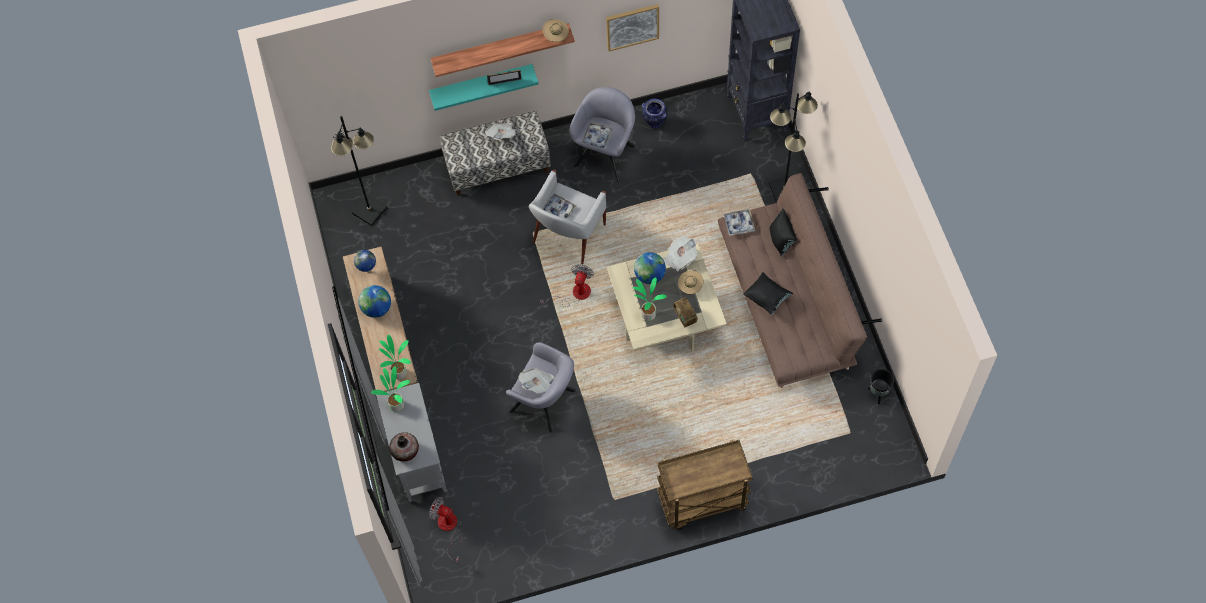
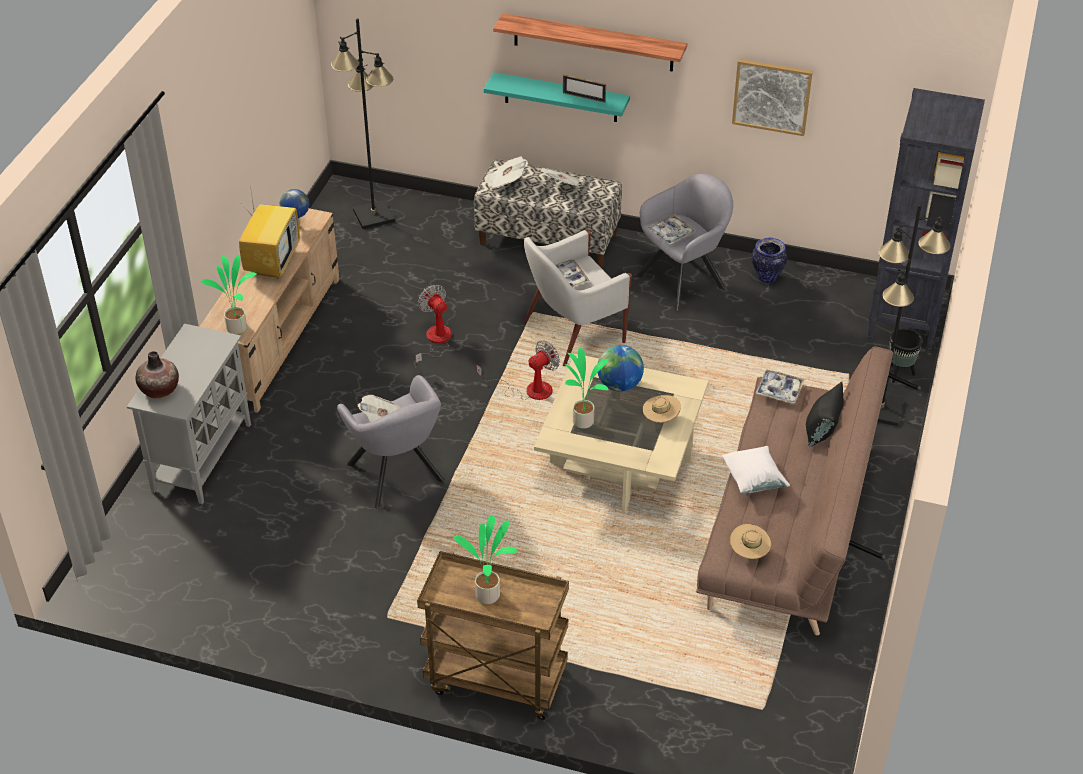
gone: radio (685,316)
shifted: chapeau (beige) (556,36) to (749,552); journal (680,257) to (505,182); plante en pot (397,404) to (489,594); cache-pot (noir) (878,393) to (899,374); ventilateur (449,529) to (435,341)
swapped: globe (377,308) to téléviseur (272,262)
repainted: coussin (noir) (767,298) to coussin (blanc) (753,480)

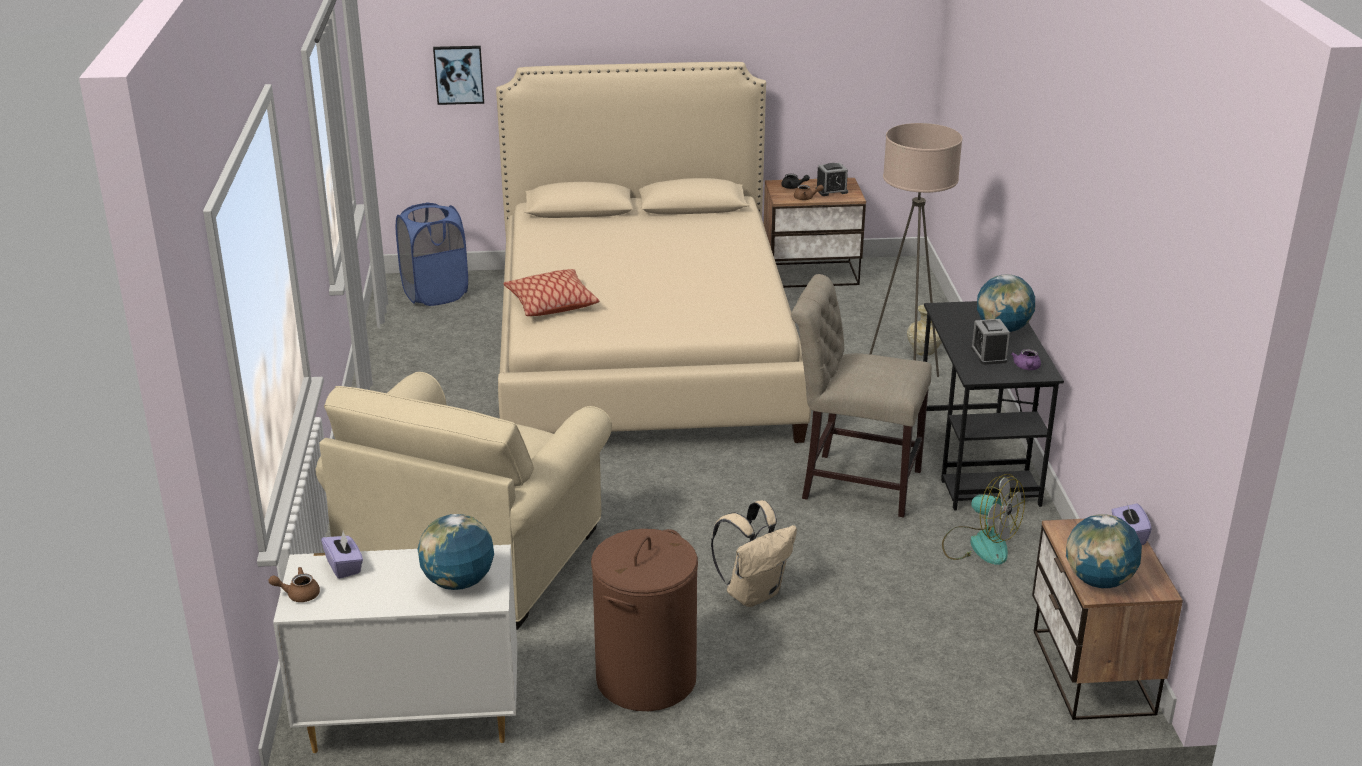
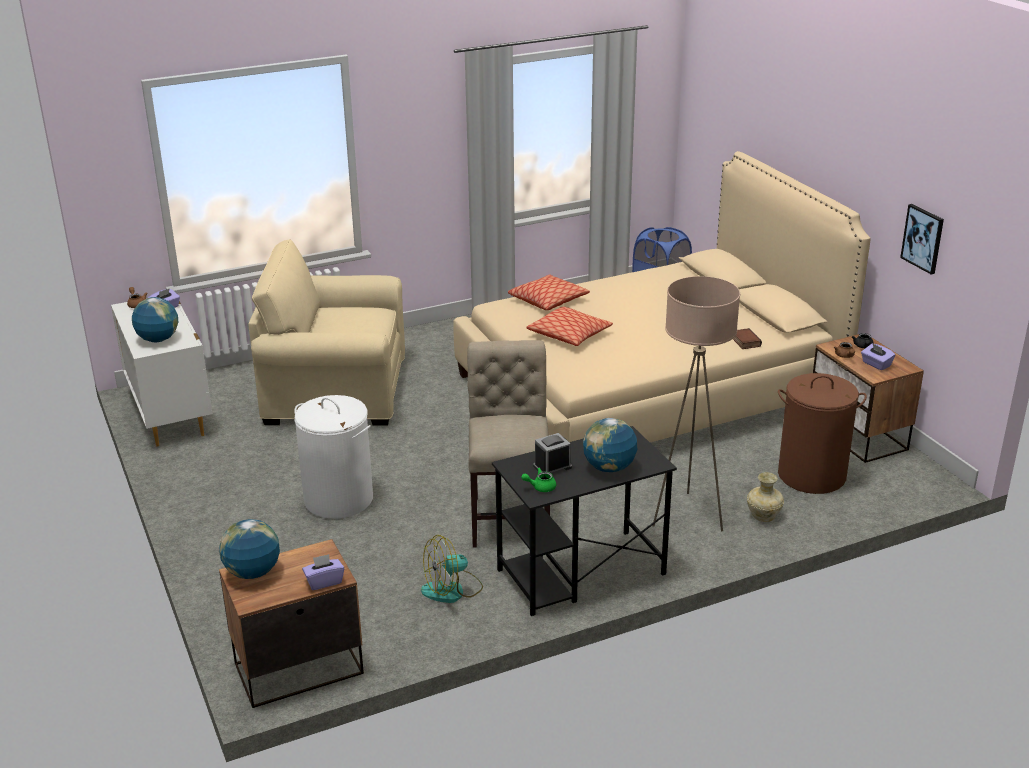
new: coussin (569,335); livre (744,341)
shifted: tableau (459,74) to (923,238); panier à linge (marron) (646,678) to (811,475)
swapped: réveil (831,191) to boîte à mouchoirs (violet) (876,364); sac à dos (beige) (753,593) to panier à linge (blanc) (339,499)
repainted: théière (violet) (1026,368) to théière (vert) (540,487)
rotated: ventilateur (979,545) = (452,590) 45 degrees clockwise

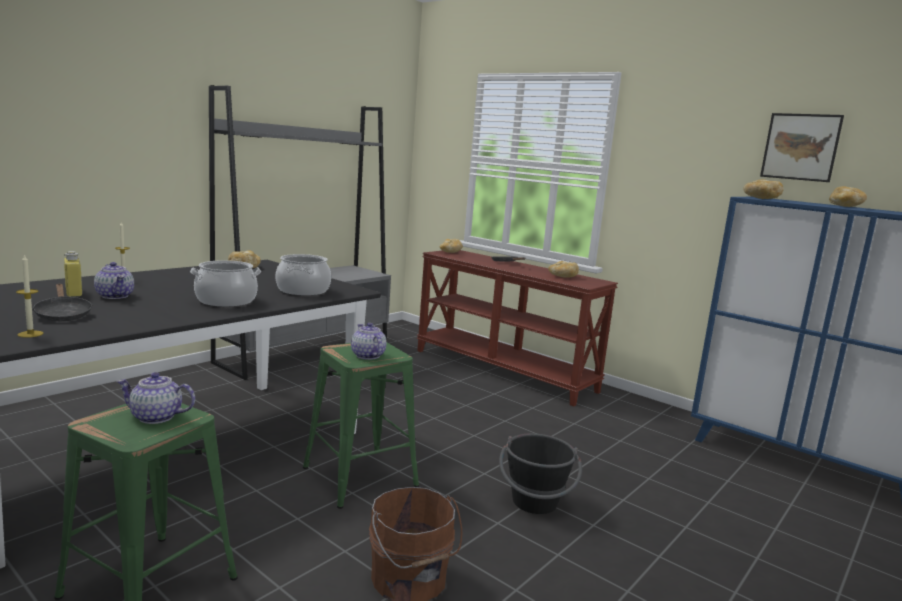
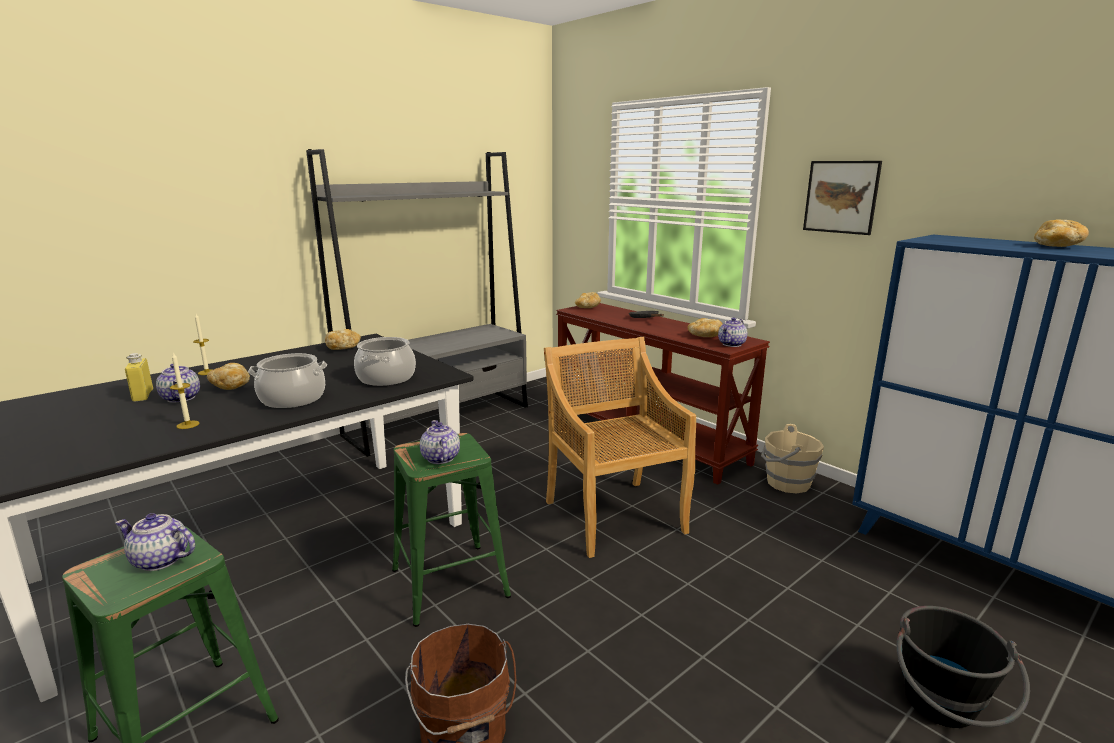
gone: poêle (noir) (63,314)
new: théière (732,344); chaise (beige) (613,515); seau (beige) (786,483)
shifted: tableau (800,147) to (841,197); pain (760,198) to (231,386); bougie (30,334) to (188,425); seau (noir) (534,507) to (943,713)

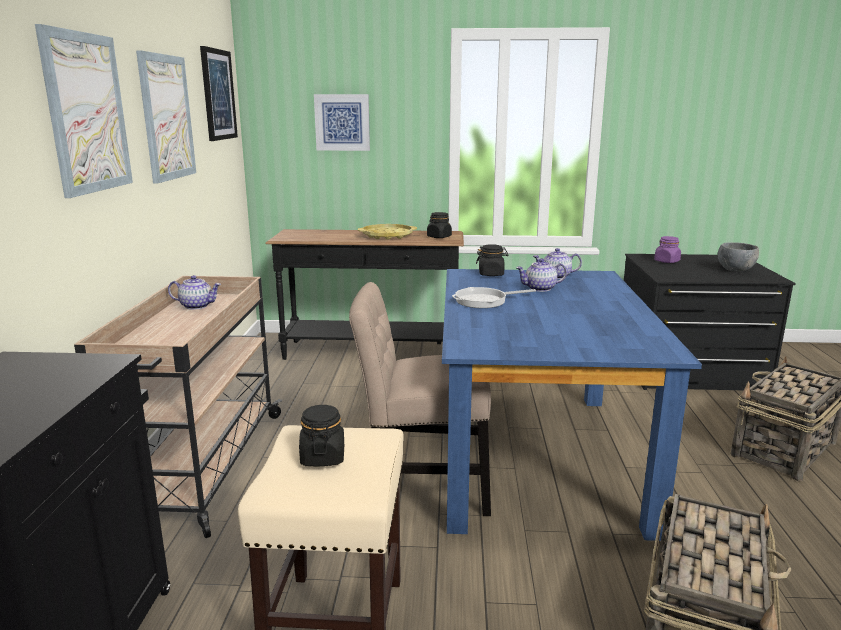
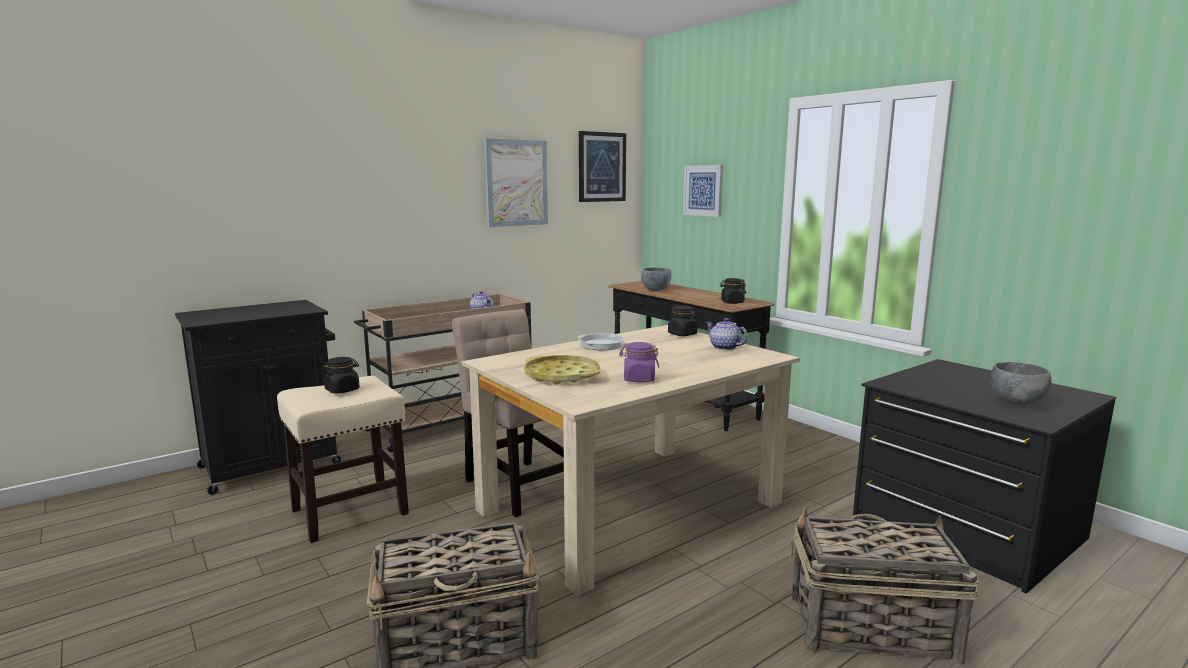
gone: tableau (87,113); théière (540,289)
new: bol (gris) (655,290)
shifted: plateau (jaune) (387,236) to (561,376); bocal (violet) (666,261) to (639,379)
repainted: table à manger (bleu) (538,455) to table à manger (beige) (630,507)

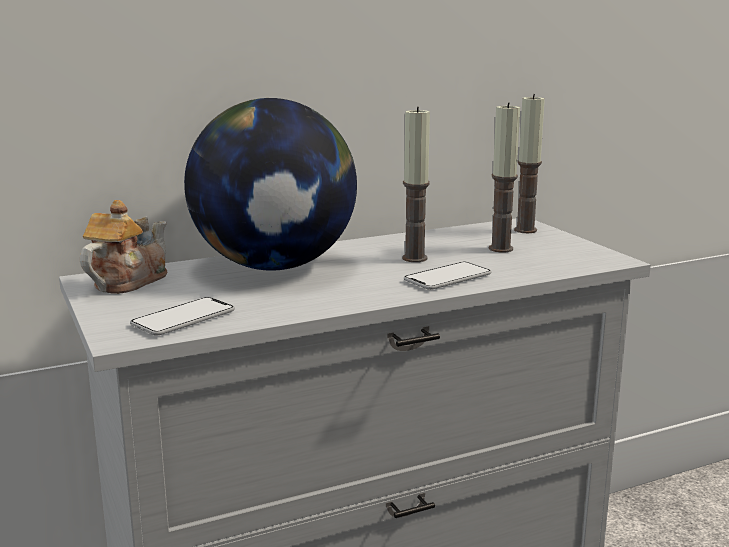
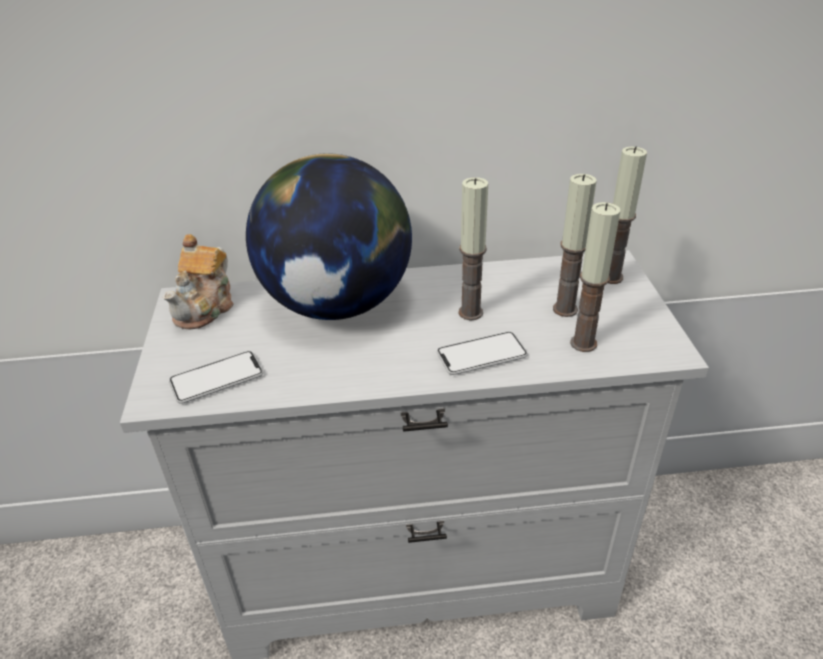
new: bougie (583,343)
rotated: théière (127,281) = (206,307) 150 degrees clockwise

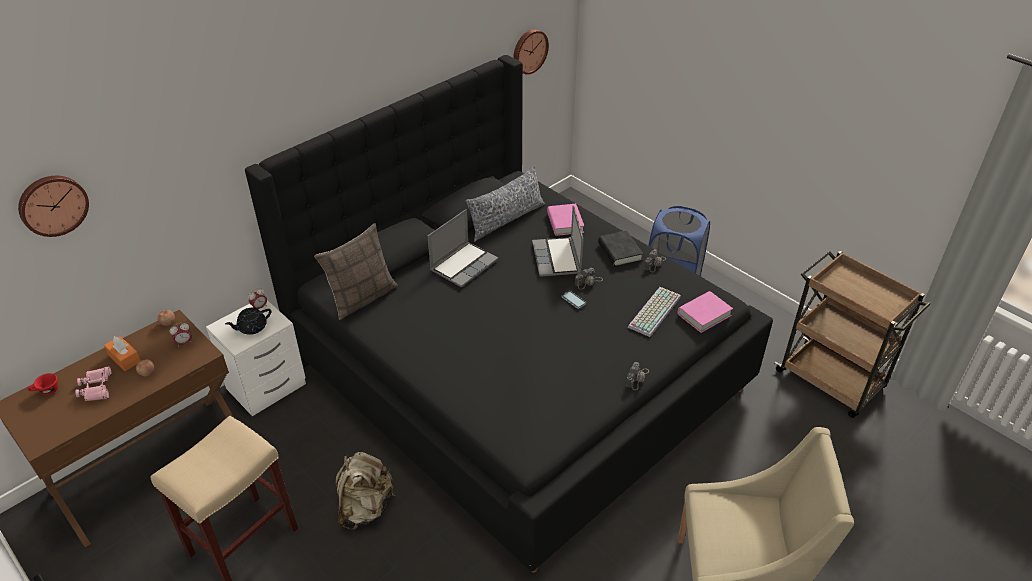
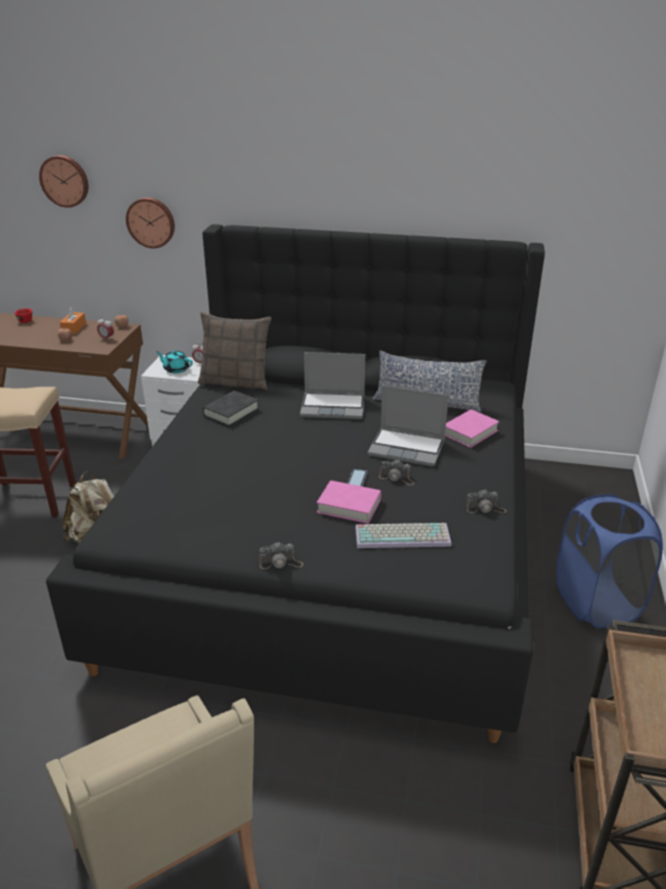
gone: jumelles (rose) (96,387)
shifted: horloge murale (529,51) to (151,222); livre (noir) (619,252) to (231,412); livre (rose) (704,315) to (349,506)
repainted: théière (noir) (252,327) to théière (turquoise) (176,369)
rotated: ordinateur portable (557,259) = (408,448) 120 degrees counterclockwise

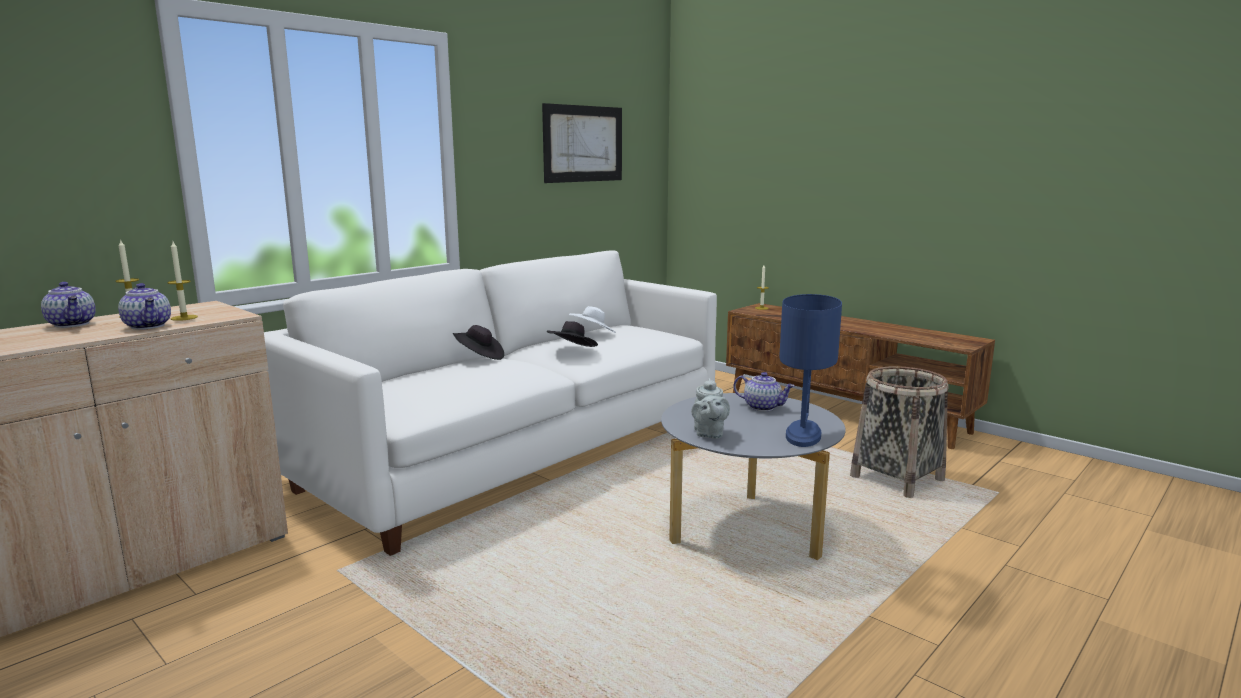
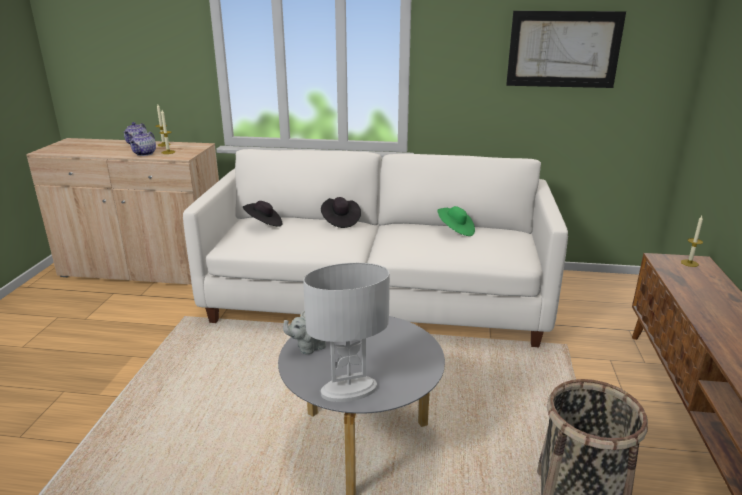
gone: théière (763,407)
shifted: chapeau (noir) (572,351) to (264,224)
repainted: lampe de table (bleu) (802,435) to lampe de table (blanc) (349,390); chapeau (blanc) (593,334) to chapeau (vert) (455,230)

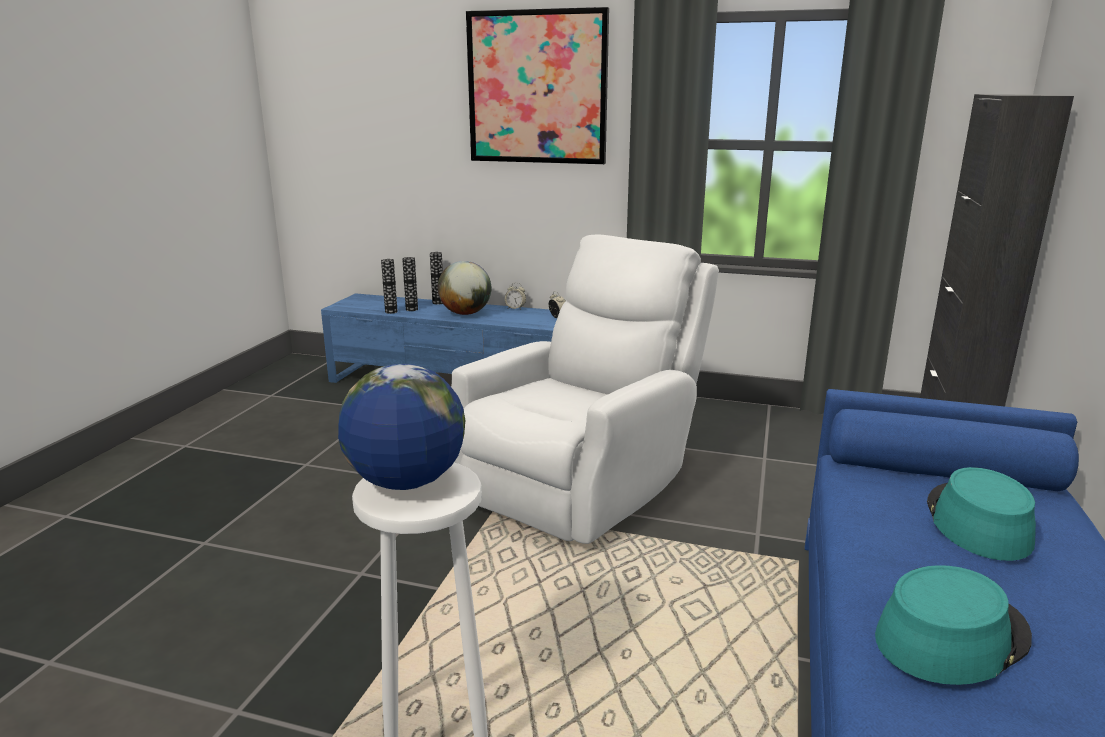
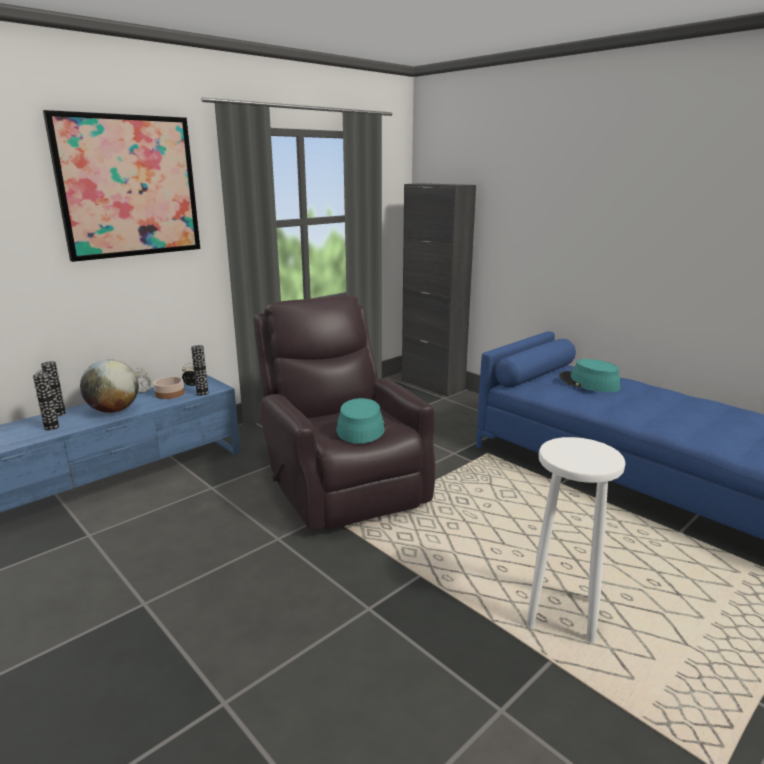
gone: globe (406,482)
new: bol (169,394)
shifted: vase (391,311) to (202,393); chapeau (turquoise) (950,637) to (360,427)
repainted: fauteuil (blanc) (583,480) to fauteuil (marron) (341,481)

